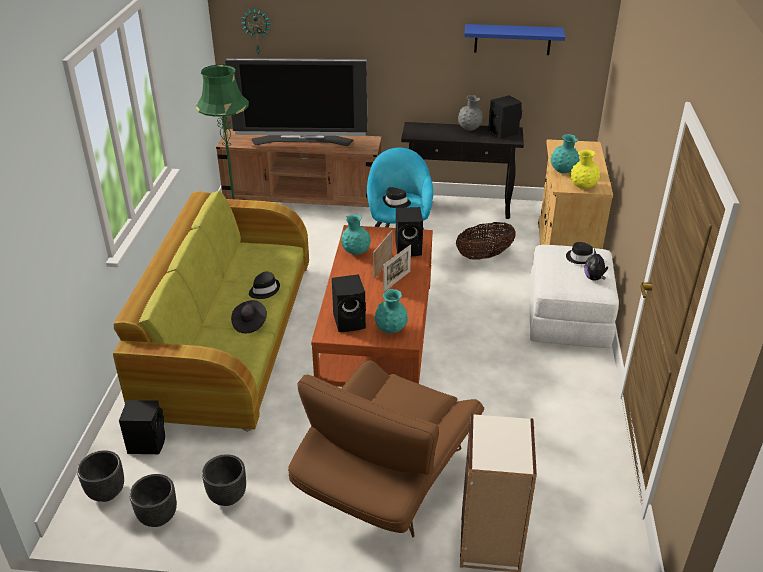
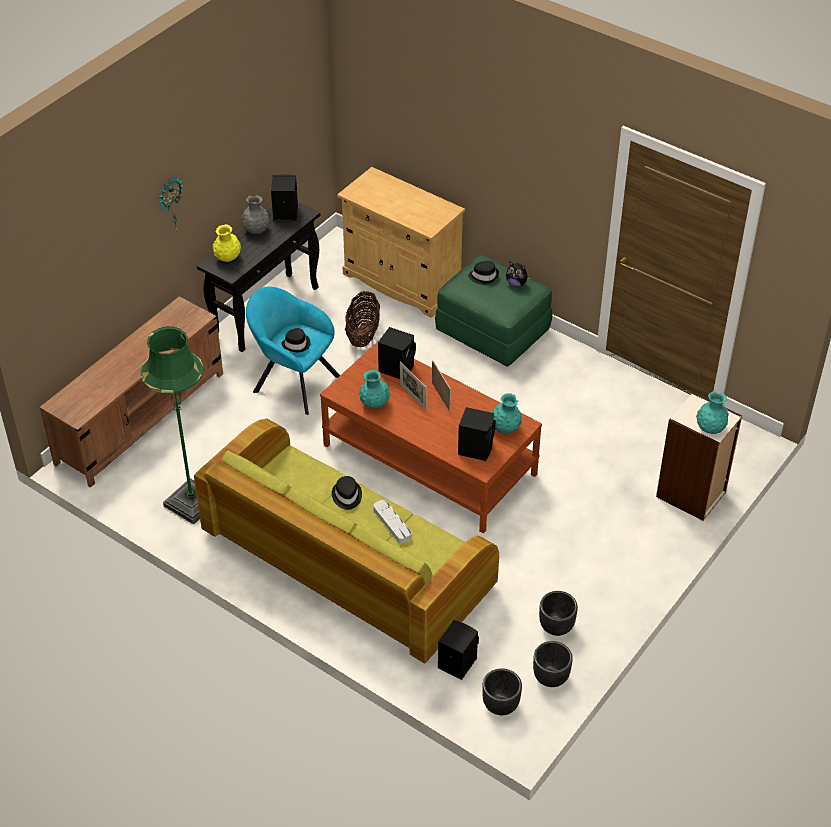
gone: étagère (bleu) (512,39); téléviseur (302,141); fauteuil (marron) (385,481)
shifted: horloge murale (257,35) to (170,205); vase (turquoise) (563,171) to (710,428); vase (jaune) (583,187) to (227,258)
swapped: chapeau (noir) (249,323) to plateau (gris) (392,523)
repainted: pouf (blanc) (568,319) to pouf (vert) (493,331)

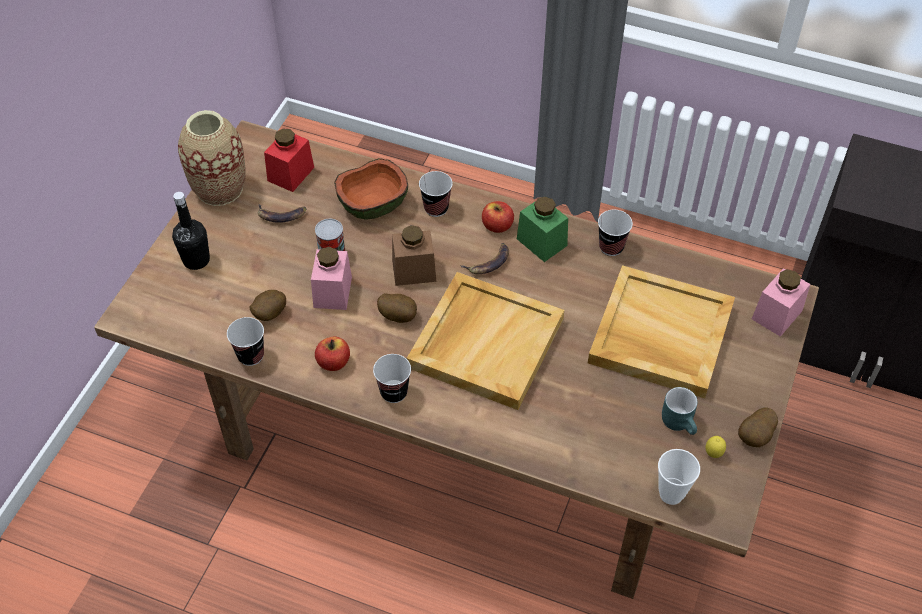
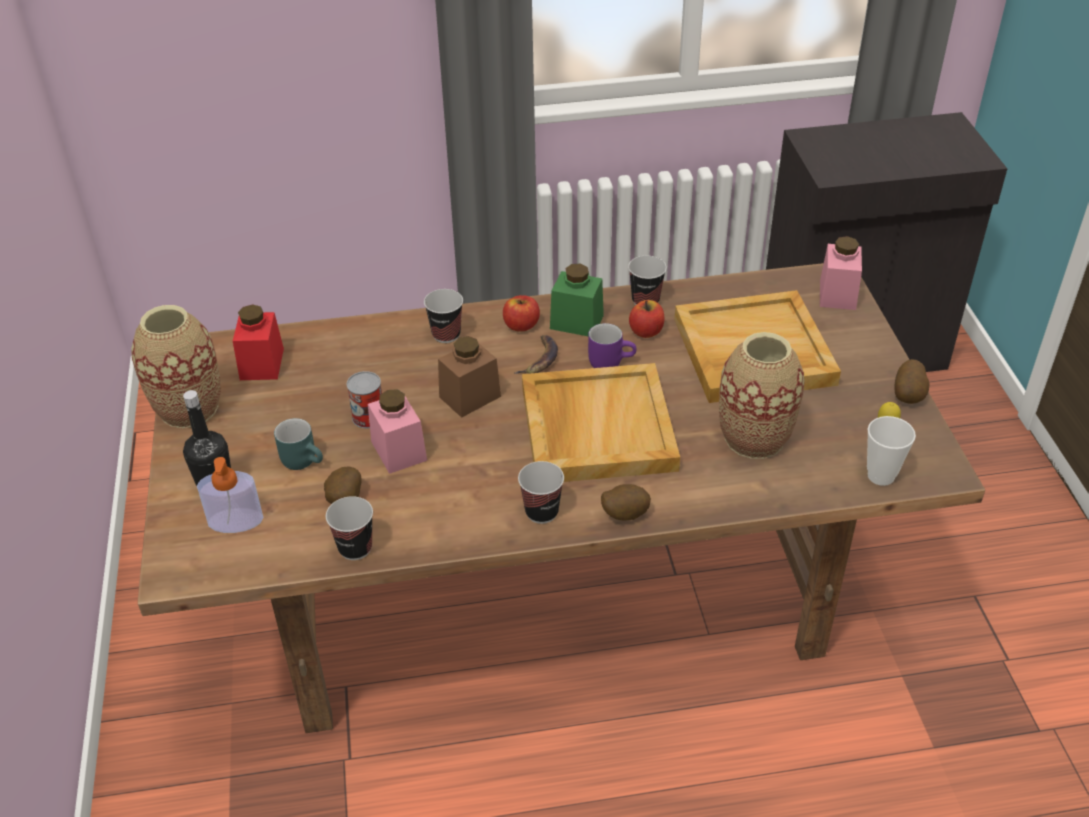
gone: bol (373,204); banane (281,215)
new: mug (violet) (610,361); vase (754,438); distributeur de savon (235,521)
shifted: pomme de terre (398,316) to (624,514); pomme (333,362) to (646,331); mug (turquoise) (681,422) to (304,460)

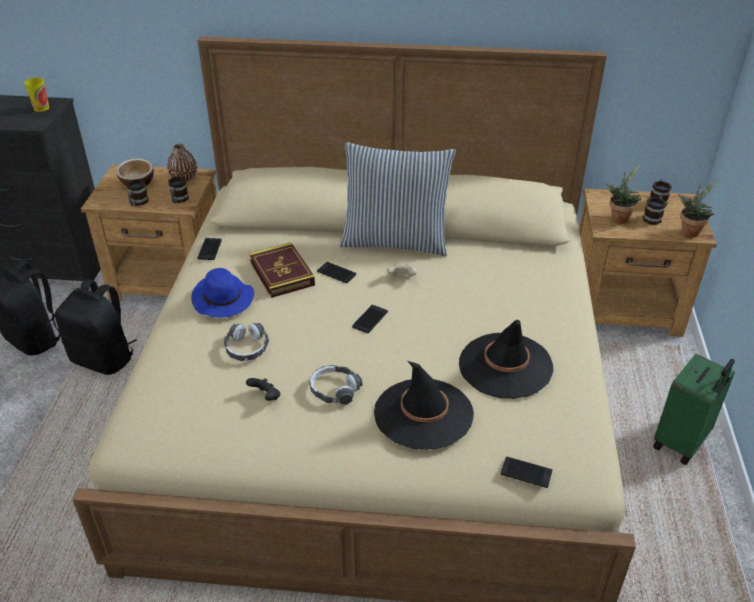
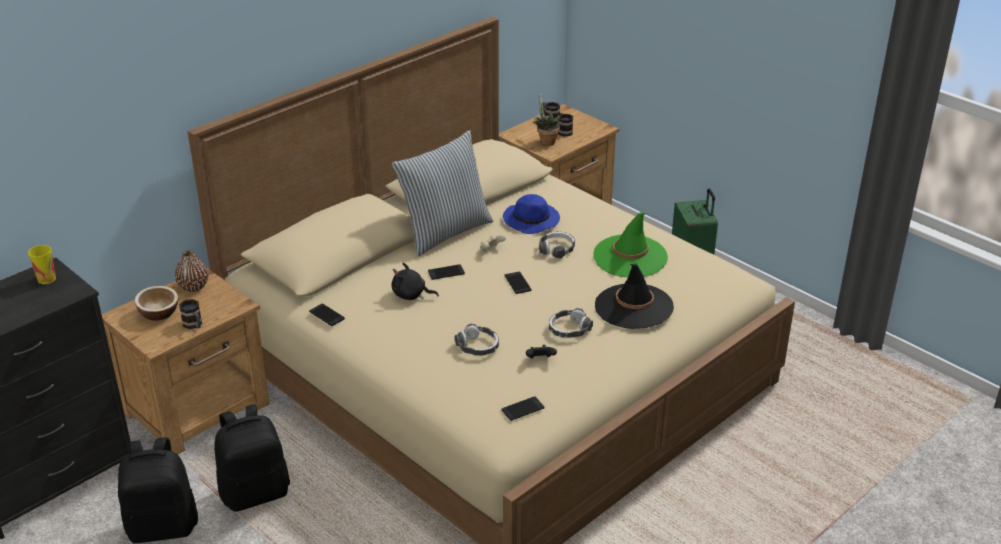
gone: mug (178,200); plante en pot (690,231)
new: casque audio (556,249)
shifted: chapeau (bleu) (223,300) to (532,221); téléphone (526,472) to (523,409)
swapped: livre (281,273) to peluche (noir) (411,295)
repainted: chapeau (noir) (505,366) to chapeau (vert) (630,257)

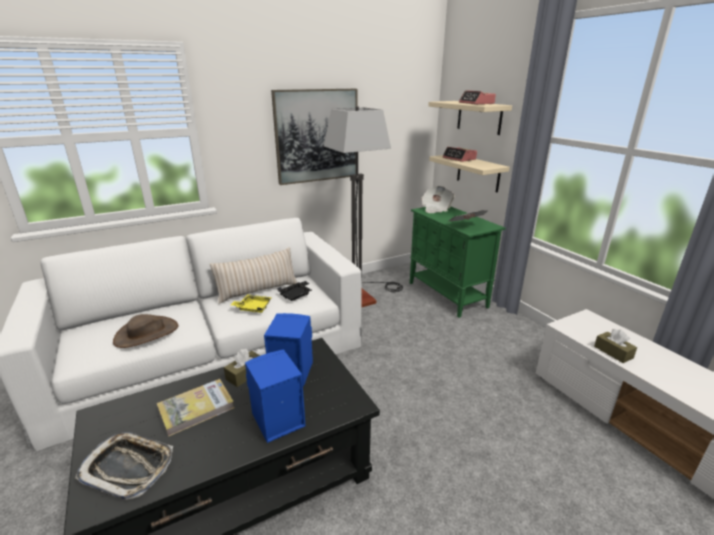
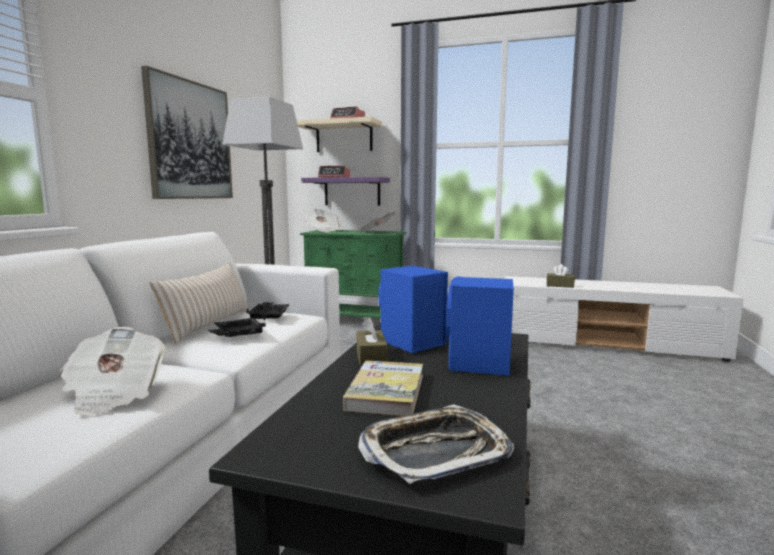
swapped: chapeau (marron) (146,333) to journal (114,393)
repainted: étagère (beige) (478,173) to étagère (violet) (352,191); plateau (jaune) (253,308) to plateau (noir) (237,334)

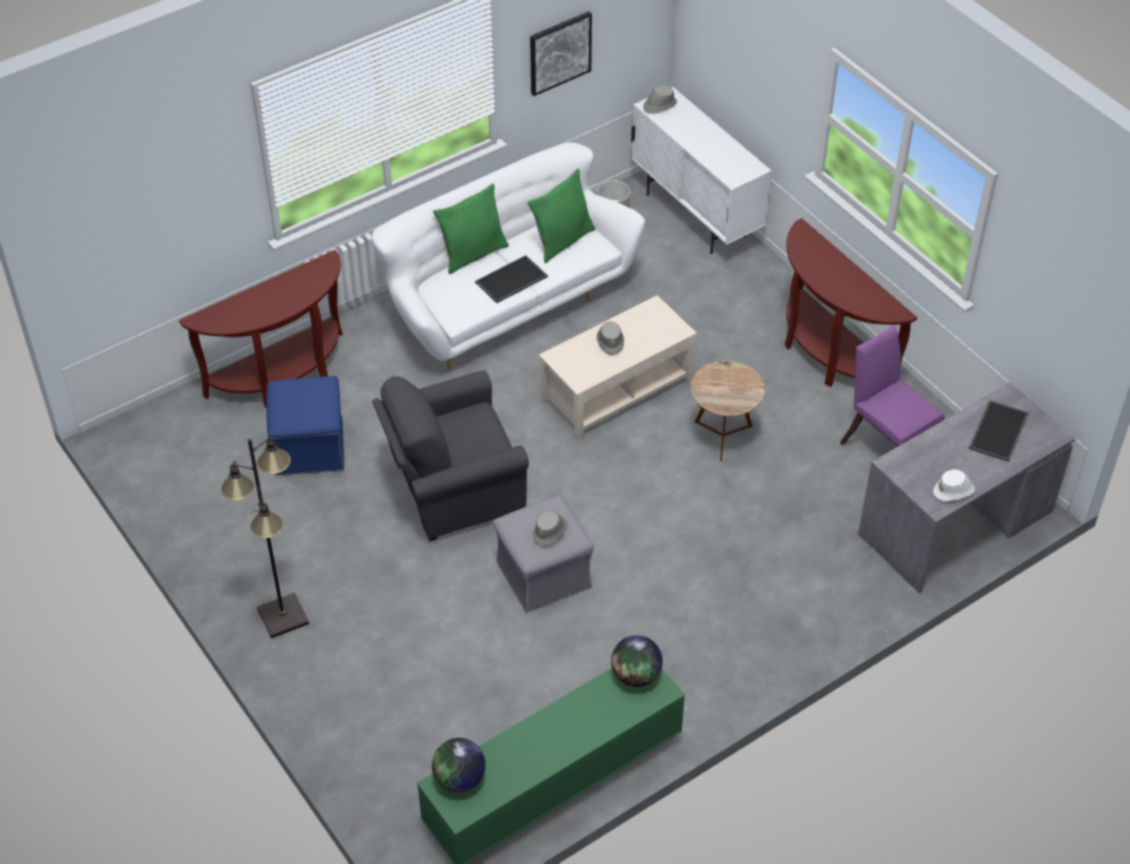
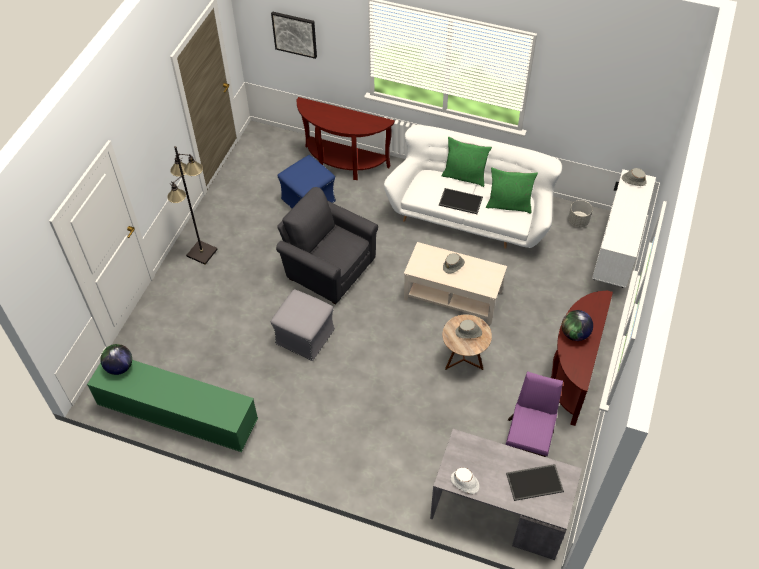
shifted: tableau (559,52) to (295,34); chapeau (gris) (550,531) to (469,332); globe (636,675) to (574,334)

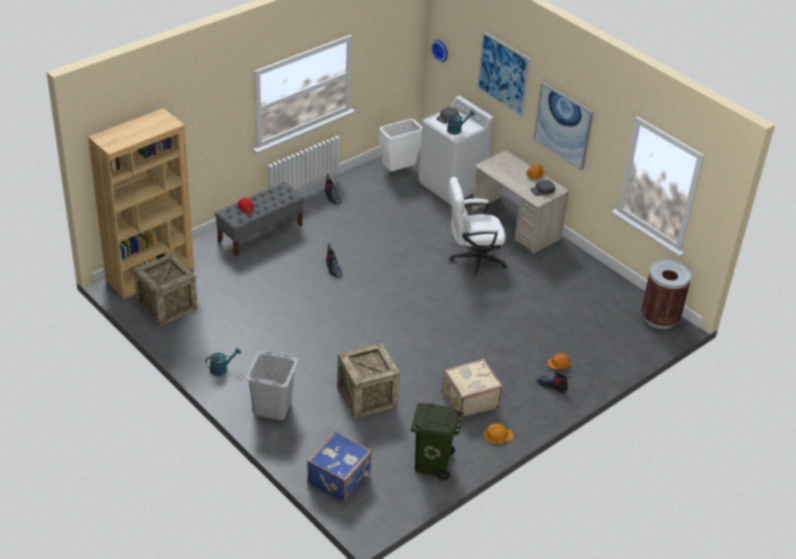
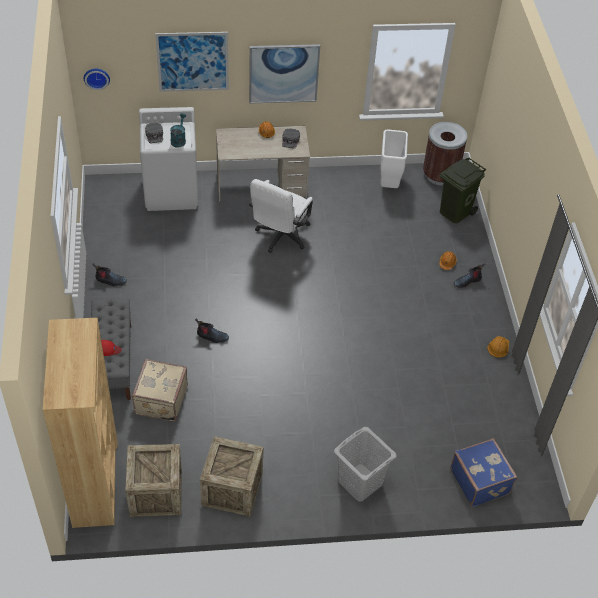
gone: arrosoir (turquoise) (221,369)
shifted: poubelle (blanc) (398,170) to (388,183); caisse (367,396) to (232,489); valise (beige) (469,400) to (160,400); poubelle (vert) (432,463) to (454,211)

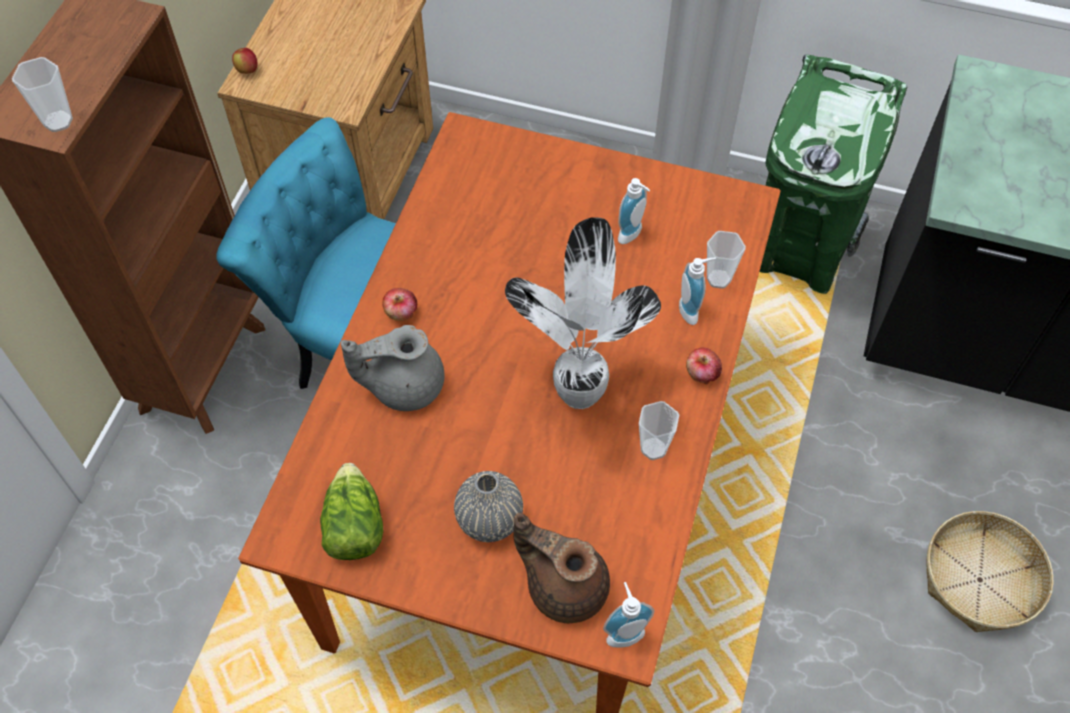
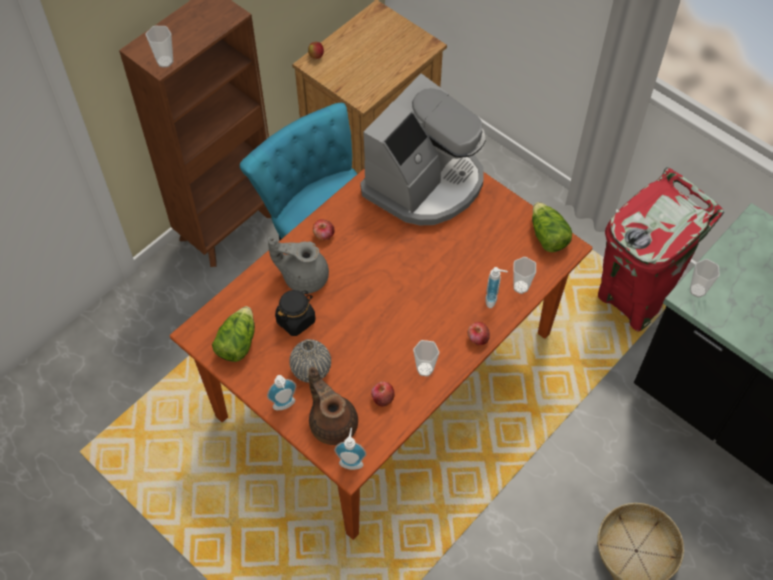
gone: plante en pot (575,395)
new: machine à café (425,183); laitue (547,236); tasse (697,290); bocal (noir) (296,320); pomme (382,398)
shifted: distributeur de savon (633,235) to (285,406)
repainted: poubelle (vert) (799,253) to poubelle (rouge) (635,298)

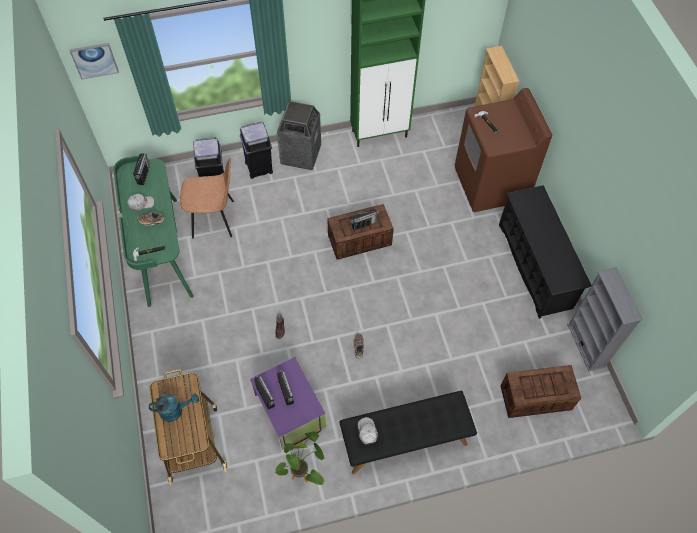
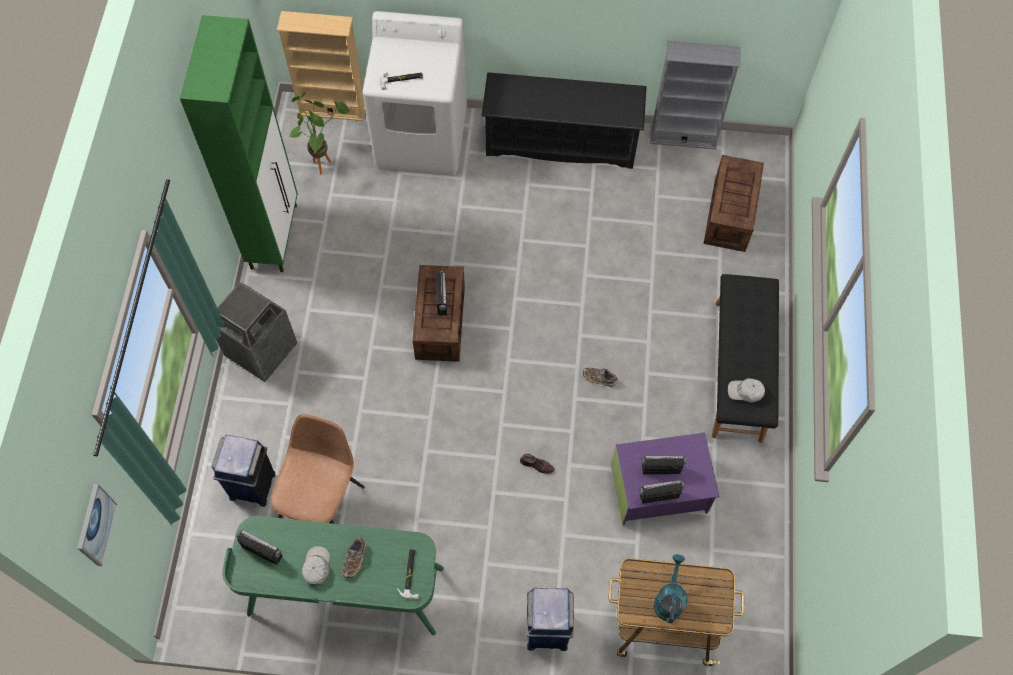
shifted: poubelle (bleu) (259,167) to (547,629); plante en pot (305,475) to (323,161)
repainted: lave-linge (marron) (491,184) to lave-linge (blanc) (422,139)

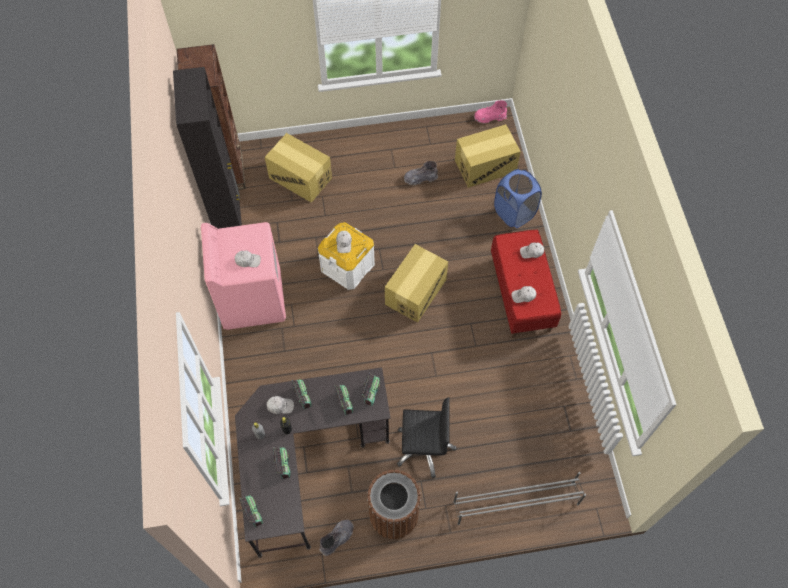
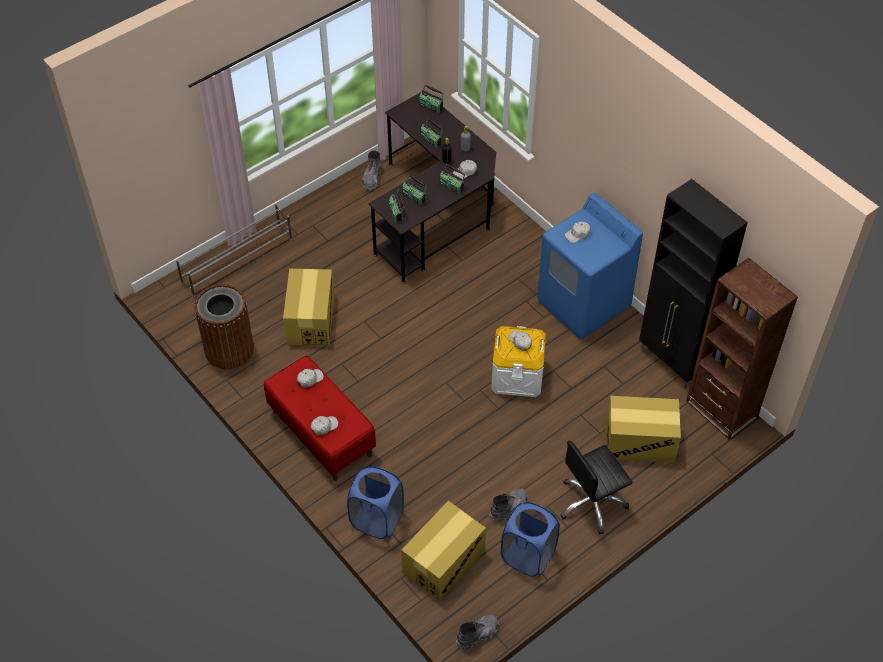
new: panier à linge (bleu) (528,556)
shifted: carton (415,292) to (311,319); chaise de bureau (noir) (424,447) to (592,503); poubelle (marron) (394,514) to (229,350)
repainted: botte (rose) (489,117) to botte (gris) (478,634); lave-linge (rose) (252,299) to lave-linge (bleu) (583,304)

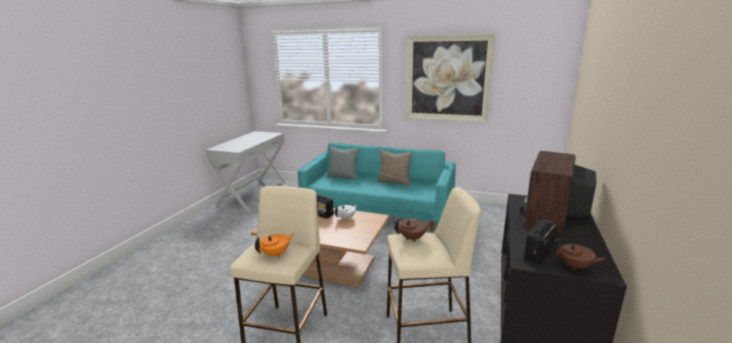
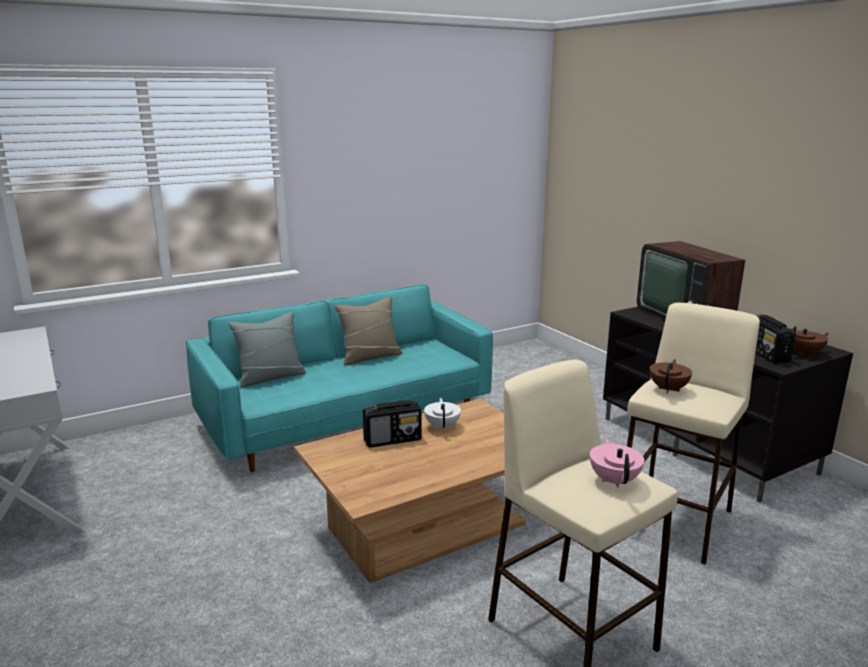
gone: tableau (447,78)
repainted: théière (orange) (276,254) to théière (rose) (614,480)

